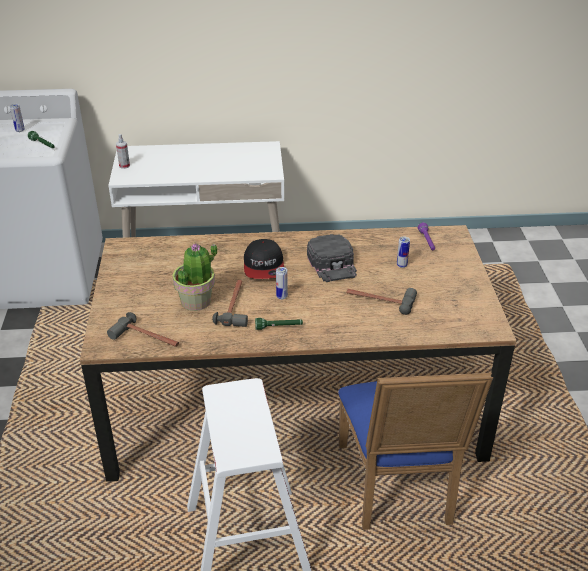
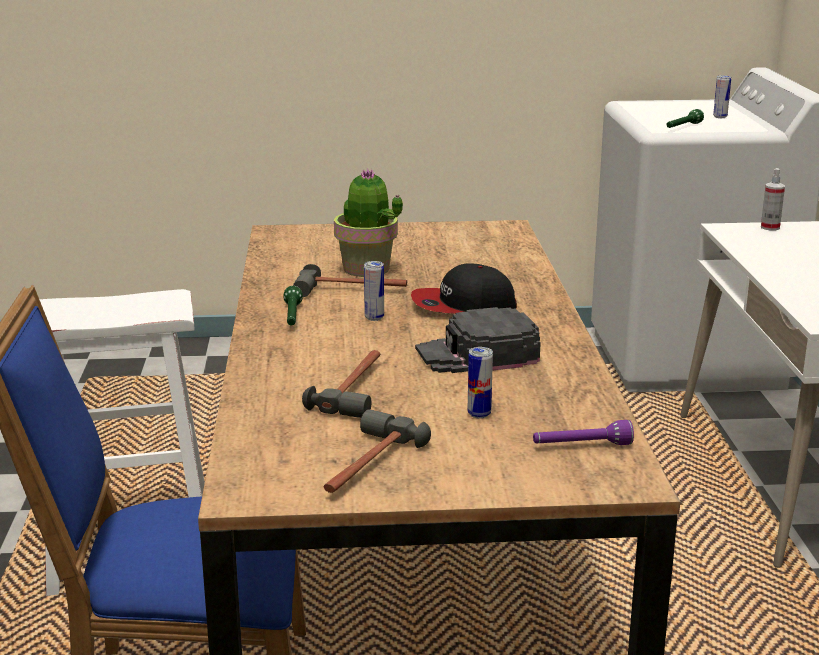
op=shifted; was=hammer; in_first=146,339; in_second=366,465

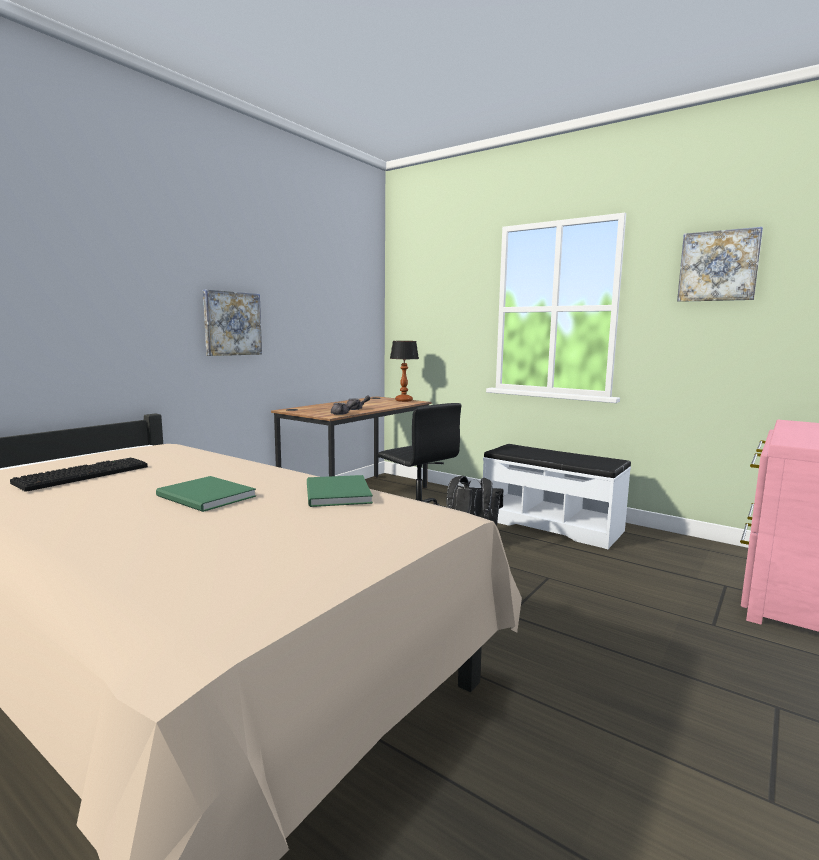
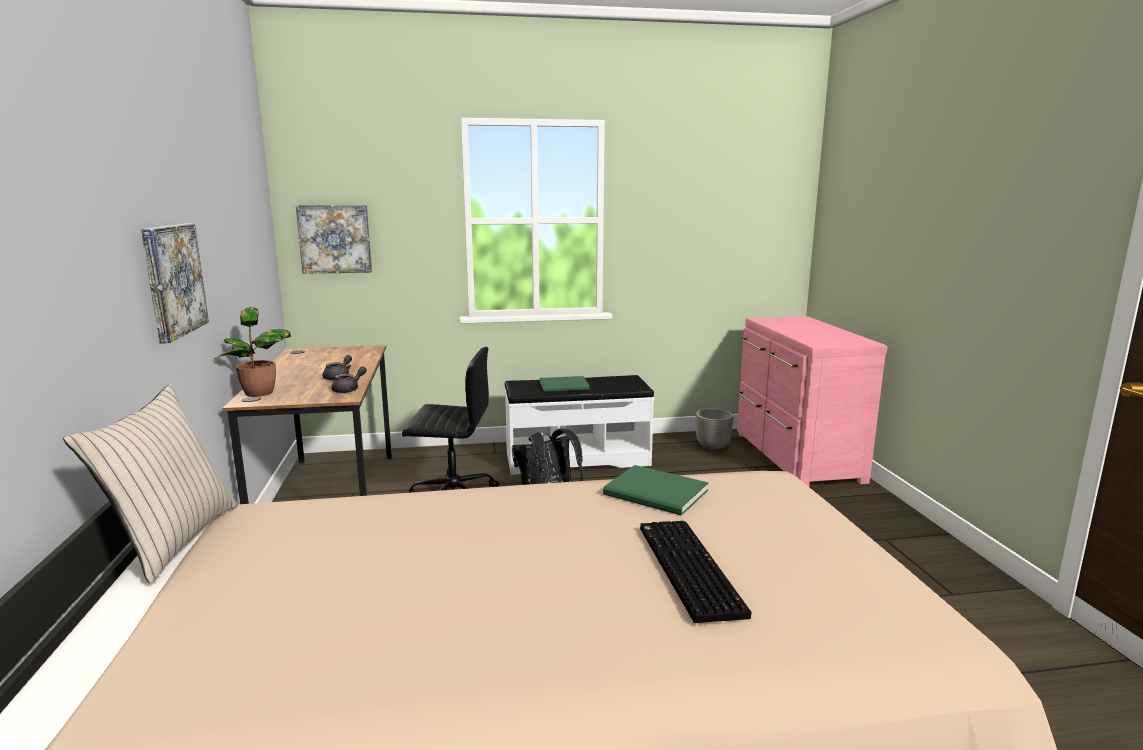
op=new; now=pillow/beige; in_second=173,541
op=new; now=potted plant; in_second=259,393
op=shifted; was=picture; in_first=718,266; in_second=335,239
op=shifted; was=book/green; in_first=206,497; in_second=565,386
op=shifted; was=keyboard; in_first=84,475; in_second=685,569
op=new; now=planter; in_second=712,447
op=gone; was=table lamp; in_first=404,400

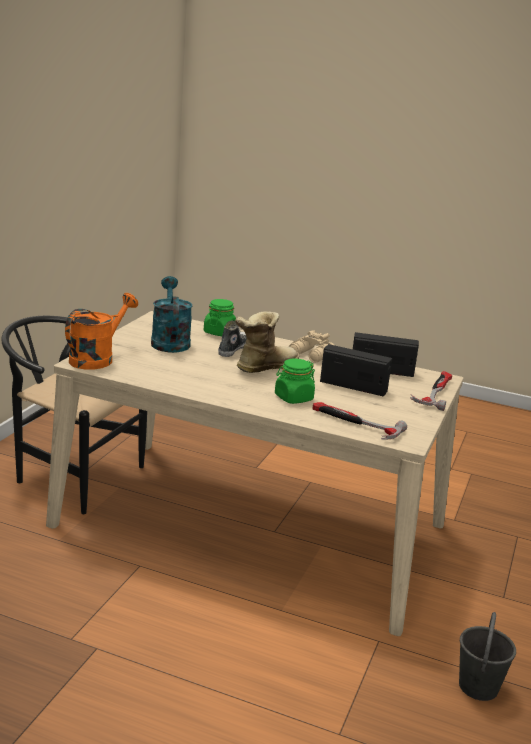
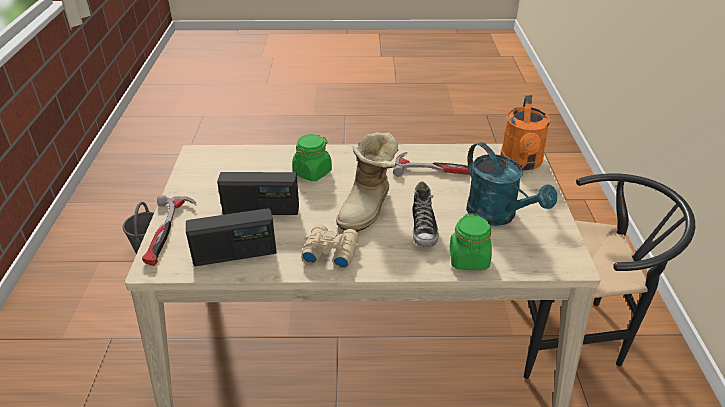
op=shifted; was=hammer; in_first=354,424; in_second=439,170

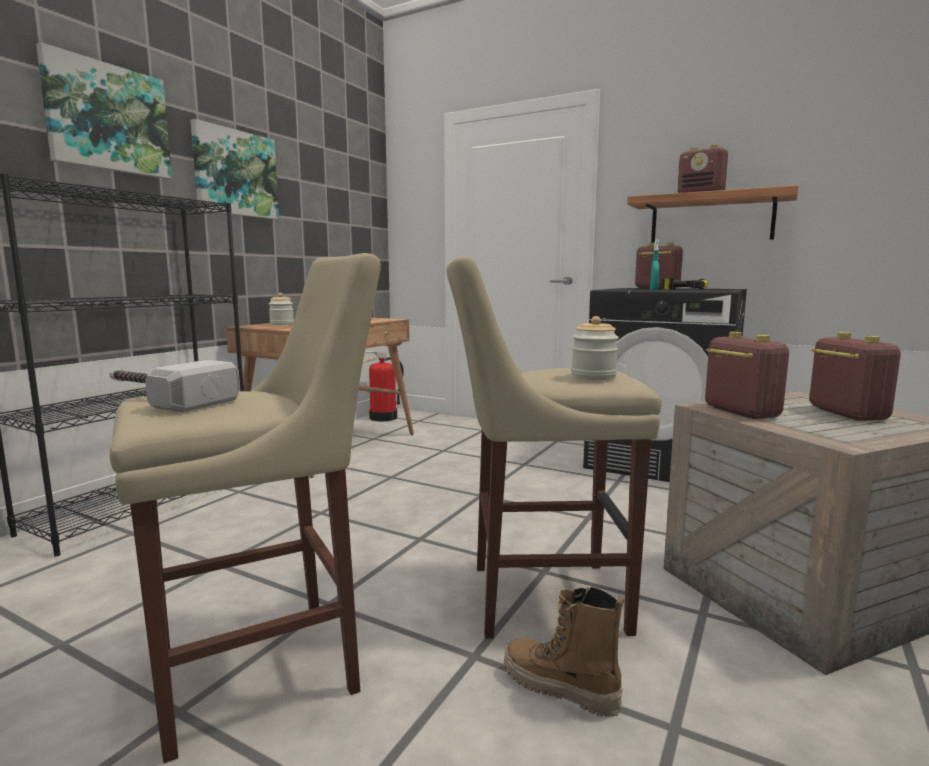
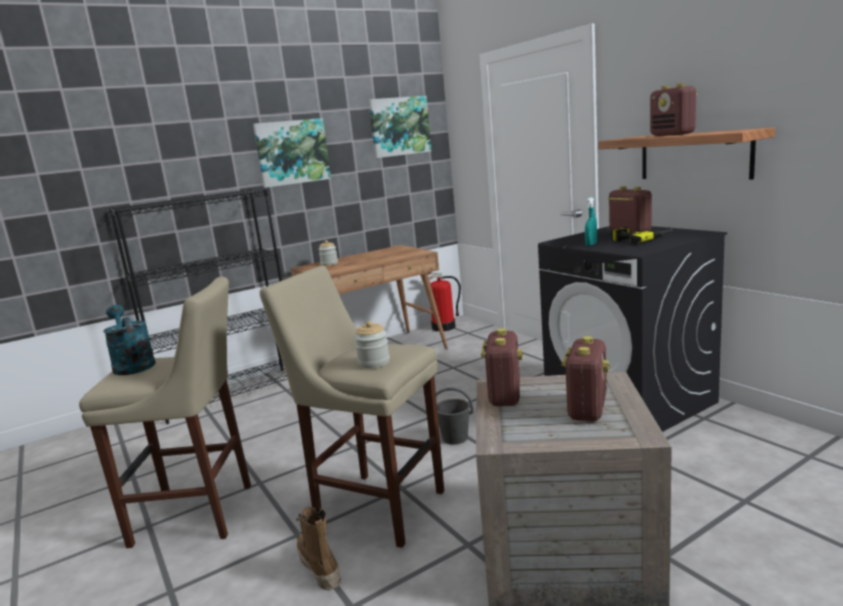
op=swapped; was=hammer; now=watering can/turquoise; in_first=161,399; in_second=132,365
op=shifted; was=picture; in_first=107,118; in_second=399,126
op=new; now=bucket/grey; in_second=454,438

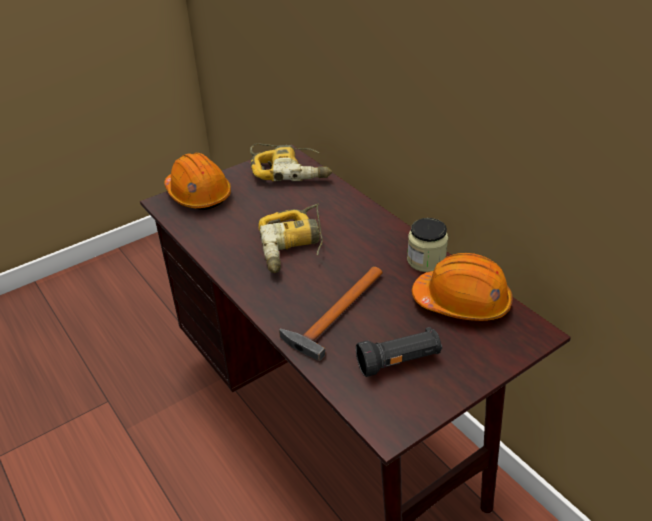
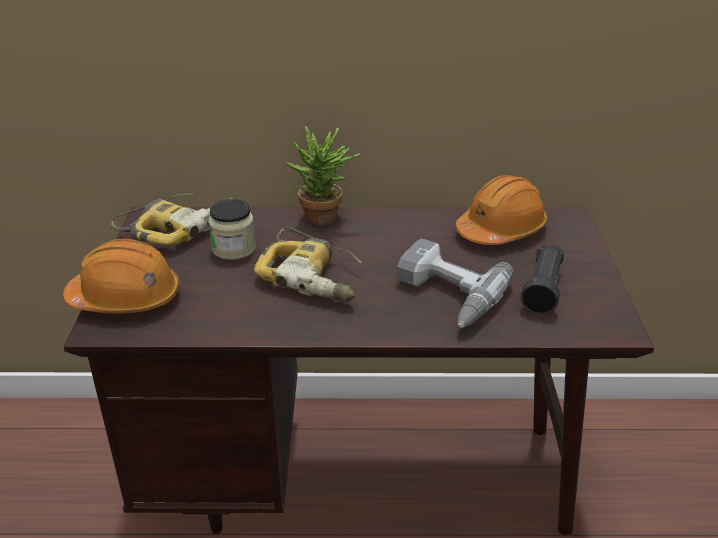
op=shifted; was=jar; in_first=426,260; in_second=234,249
op=new; now=potted plant; in_second=324,220
op=swapped; was=hammer; now=power drill; in_first=334,314; in_second=445,296

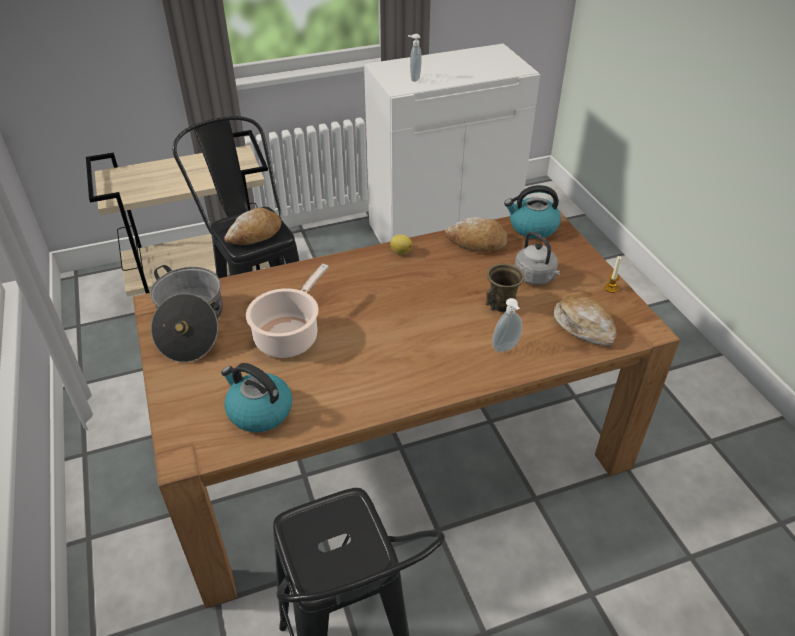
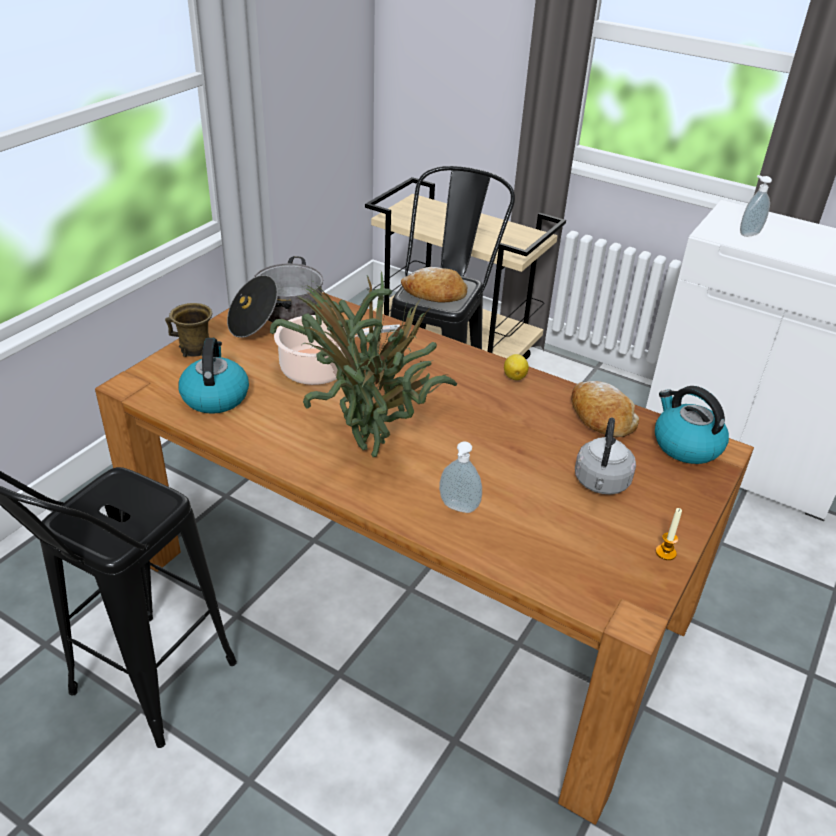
op=shifted; was=mug/brown; in_first=502,304; in_second=195,349
op=new; now=potted plant; in_second=369,442
op=gone; was=bread; in_first=583,326

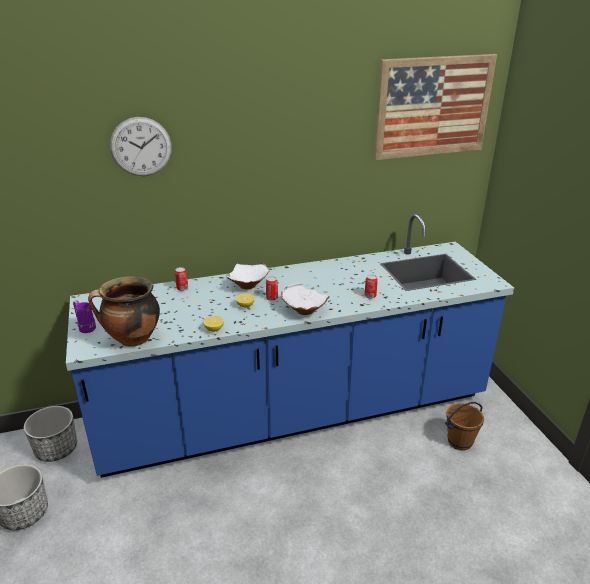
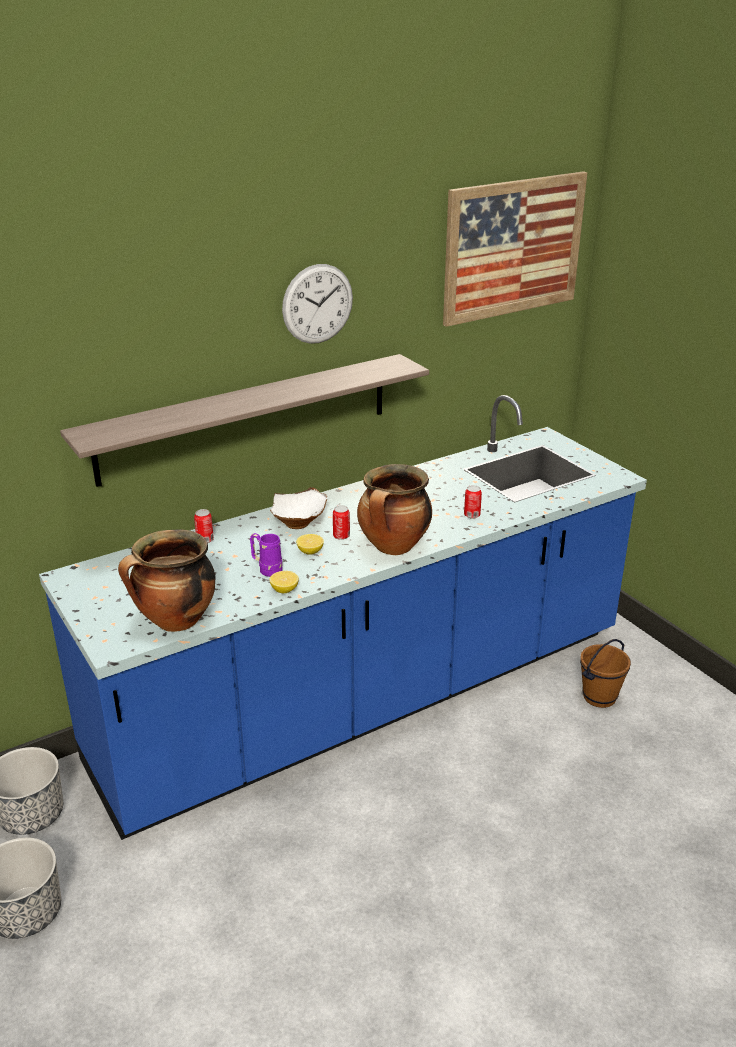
op=new; now=shelf; in_second=246,418
op=shifted; was=mug/purple; in_first=85,327; in_second=267,569
op=shifted; was=wall clock; in_first=141,147; in_second=317,304
op=swapped; was=bowl/white; now=cooking pot; in_first=303,311; in_second=394,548

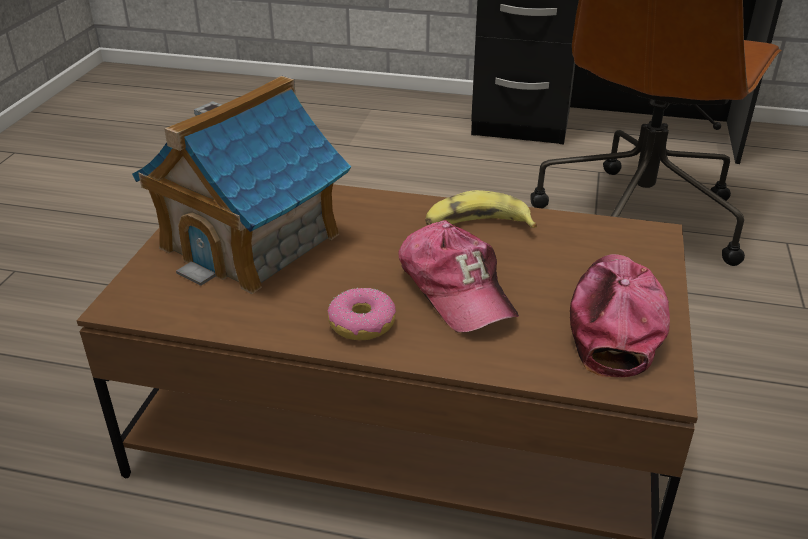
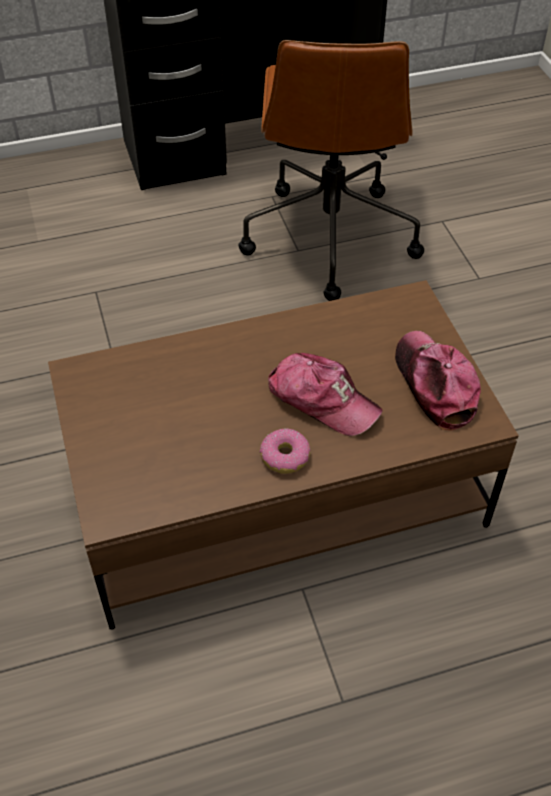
op=gone; was=toy house; in_first=251,241
op=gone; was=banana; in_first=477,225

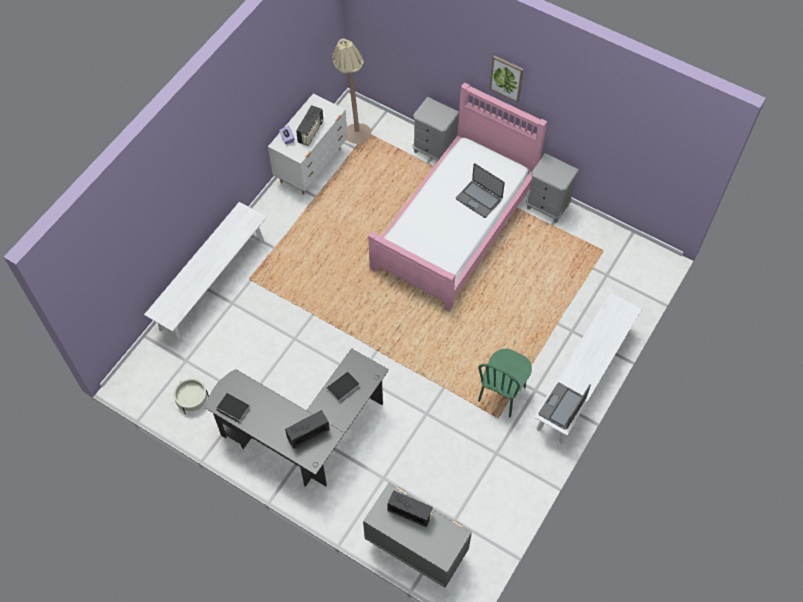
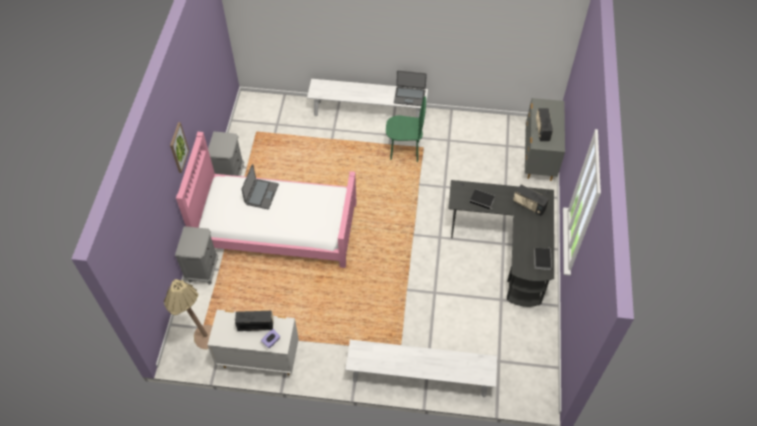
op=gone; was=planter/beige; in_first=192,399

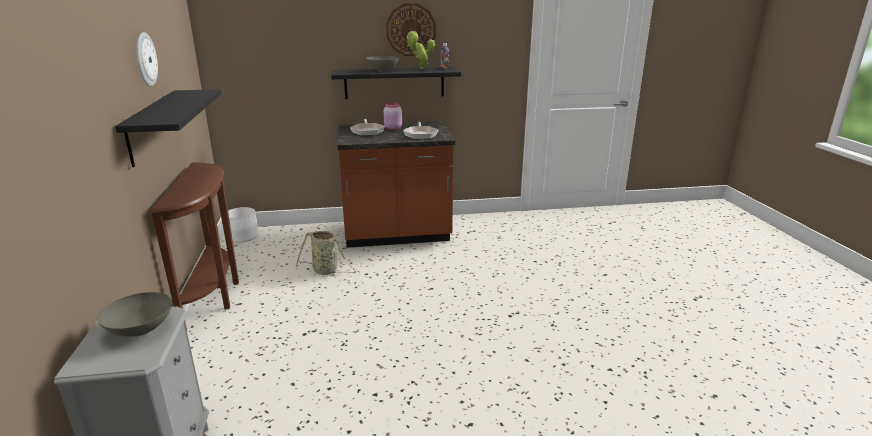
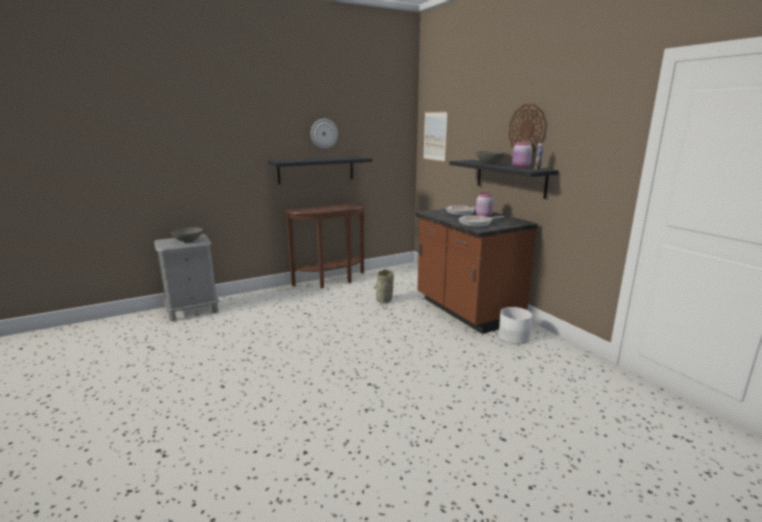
op=new; now=picture; in_second=435,136
op=shifted; was=planter/white; in_first=243,236; in_second=514,337
op=swapped; was=potted plant; now=jar/pink; in_first=420,69; in_second=520,167

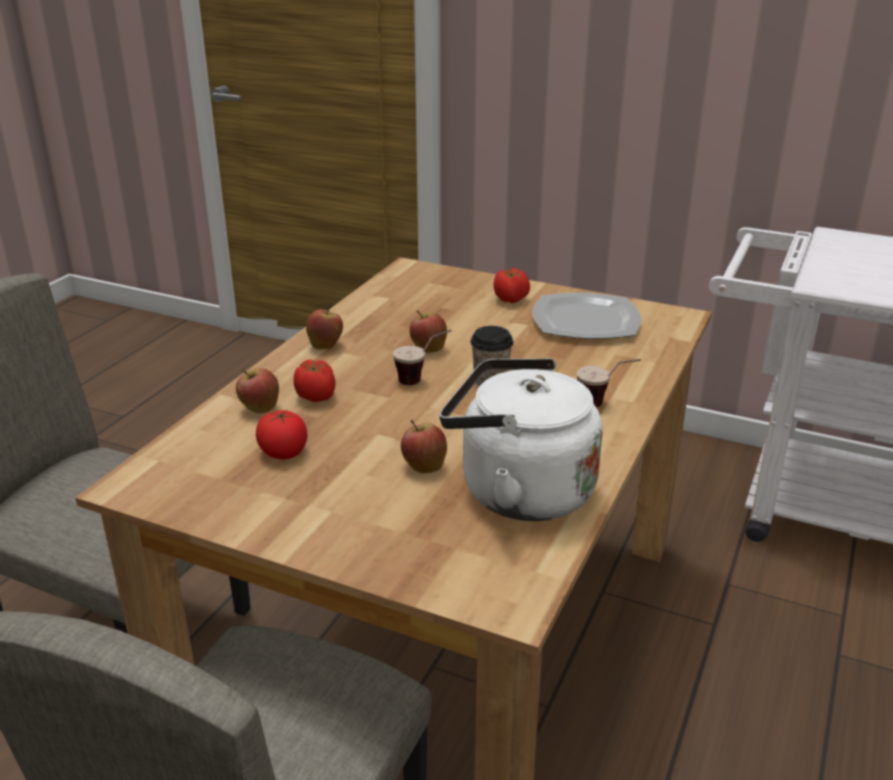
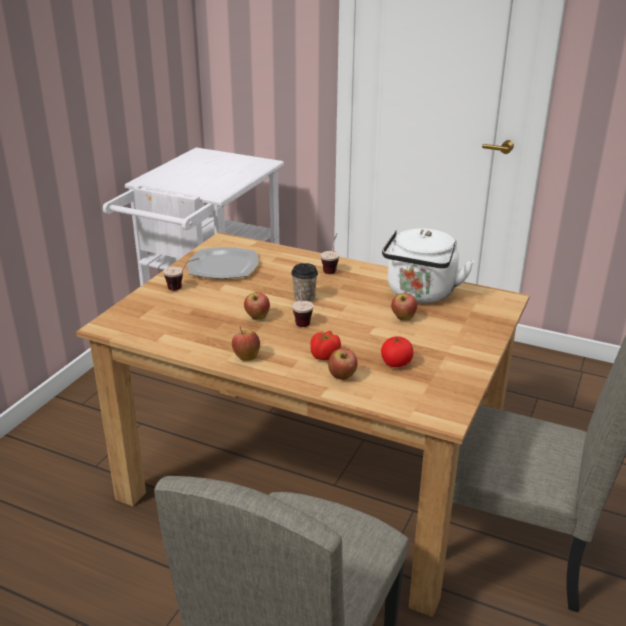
op=swapped; was=tomato; now=cup; in_first=511,299; in_second=182,288

